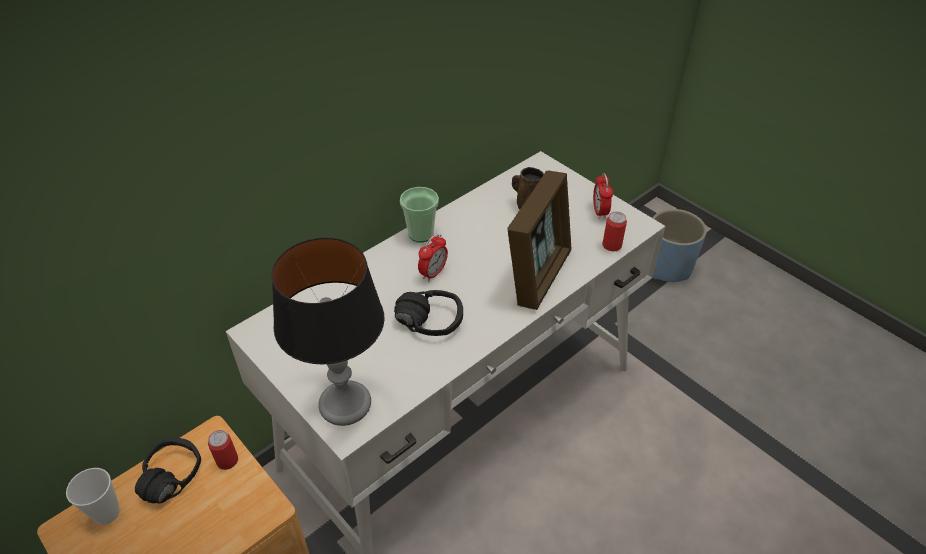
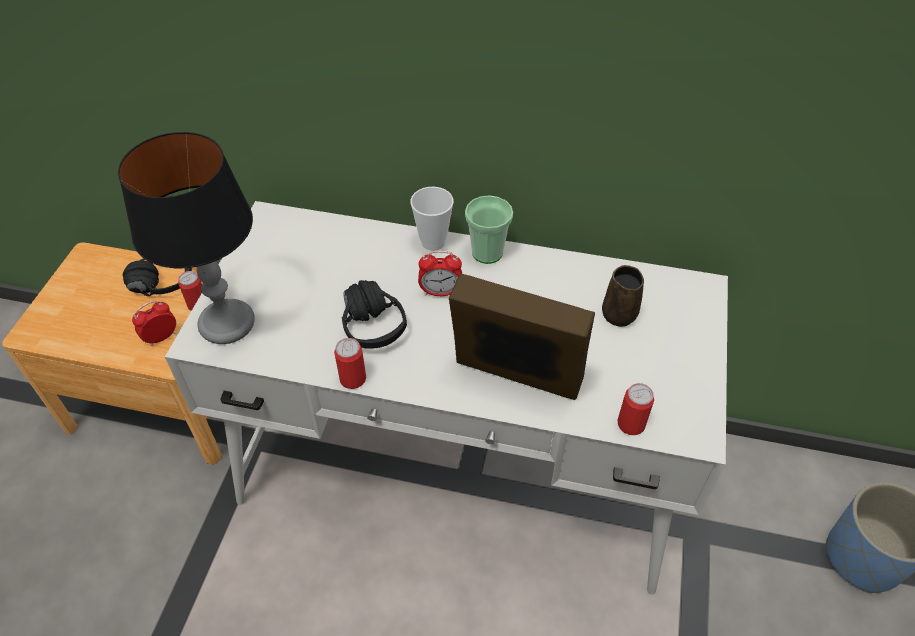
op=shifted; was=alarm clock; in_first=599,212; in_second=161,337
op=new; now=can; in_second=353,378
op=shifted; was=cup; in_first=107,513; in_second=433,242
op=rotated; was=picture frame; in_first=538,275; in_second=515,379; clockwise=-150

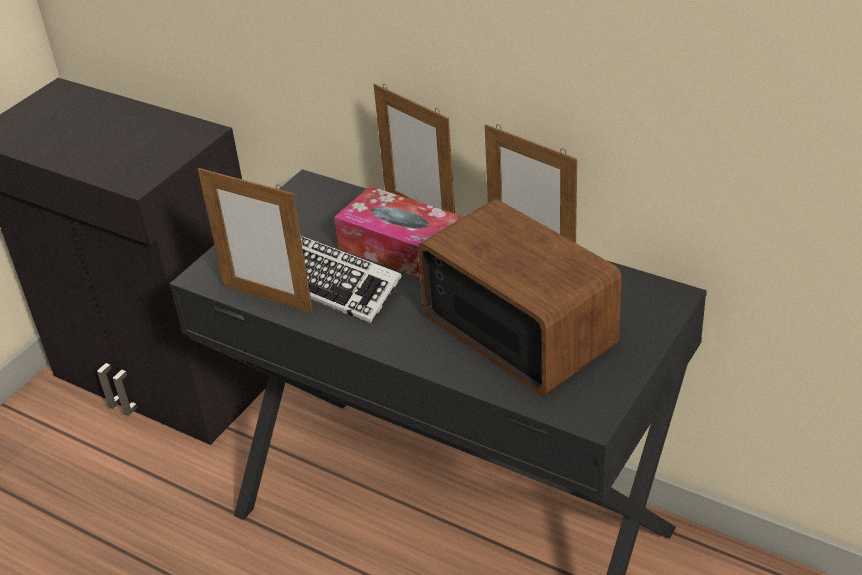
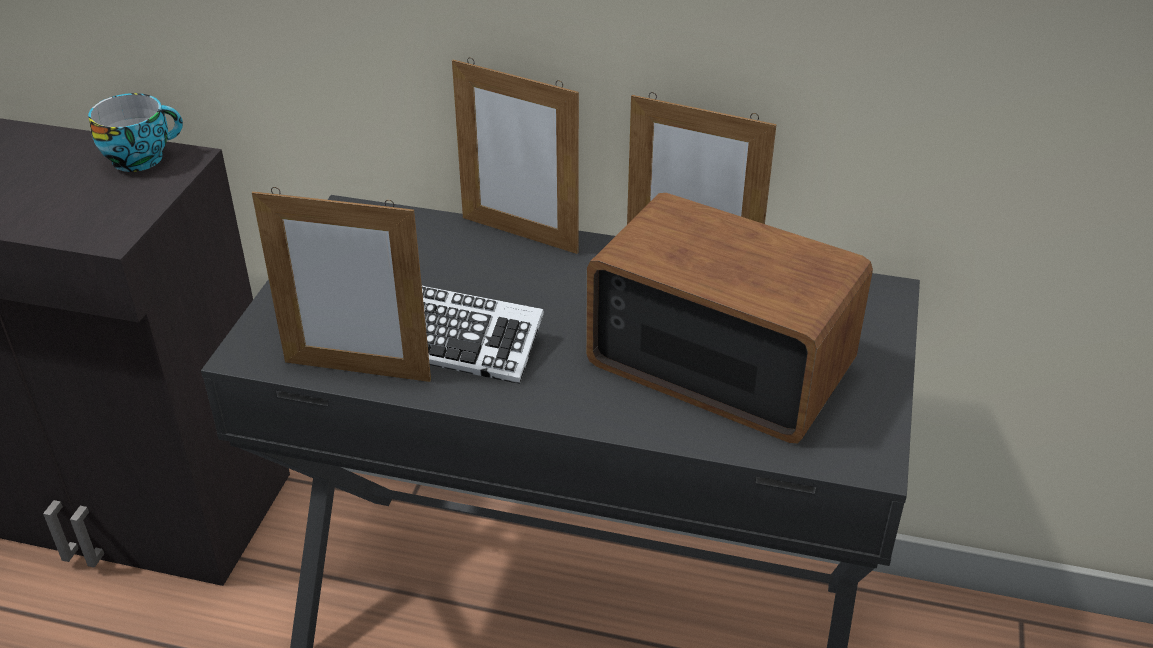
op=new; now=cup; in_second=141,157
op=gone; was=tissue box; in_first=403,249

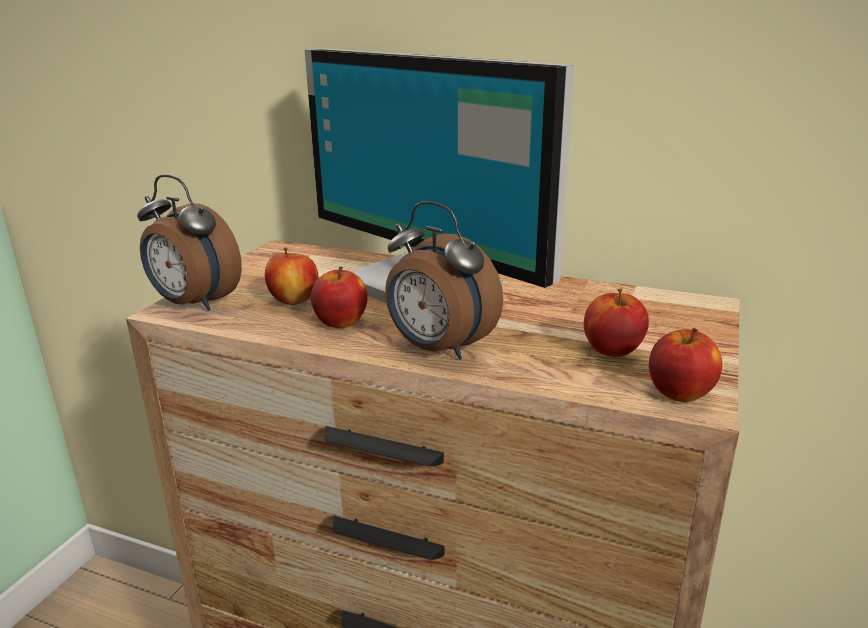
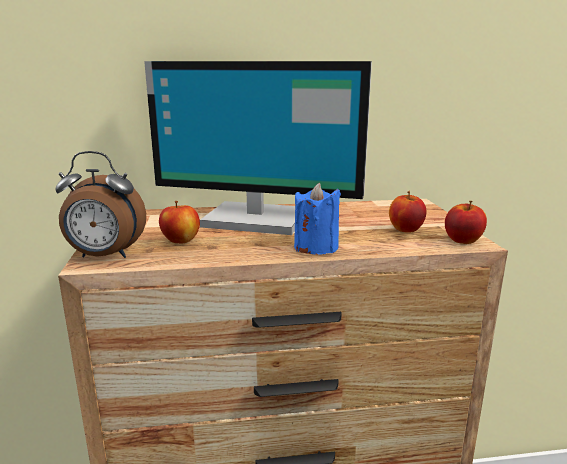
op=swapped; was=alarm clock; now=candle/blue; in_first=438,349; in_second=316,247
op=gone; was=apple; in_first=341,323

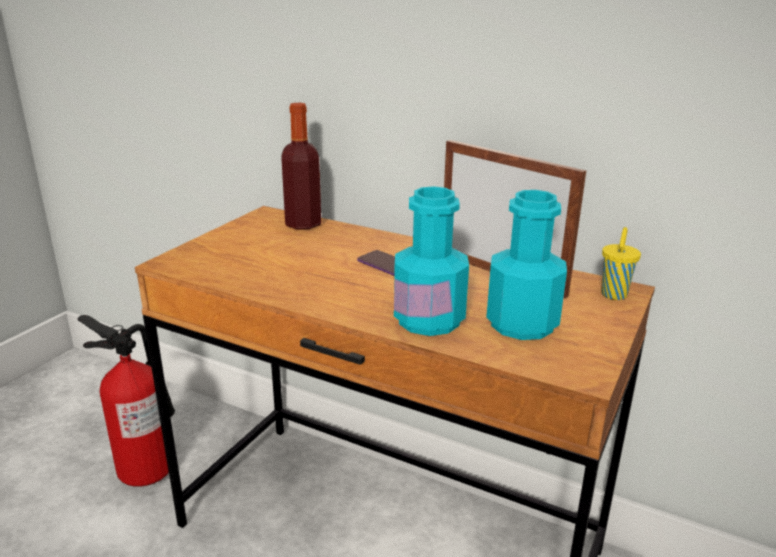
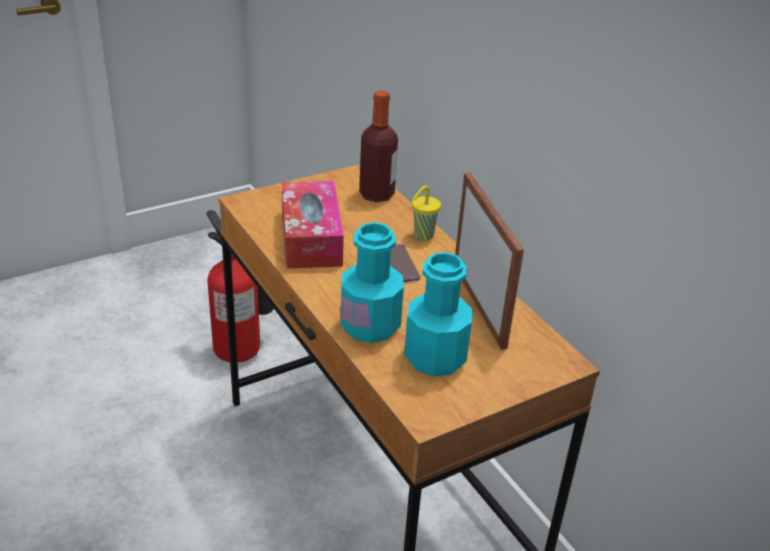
op=new; now=tissue box; in_second=311,237
op=shifted; was=cup/yellow; in_first=613,295; in_second=422,236

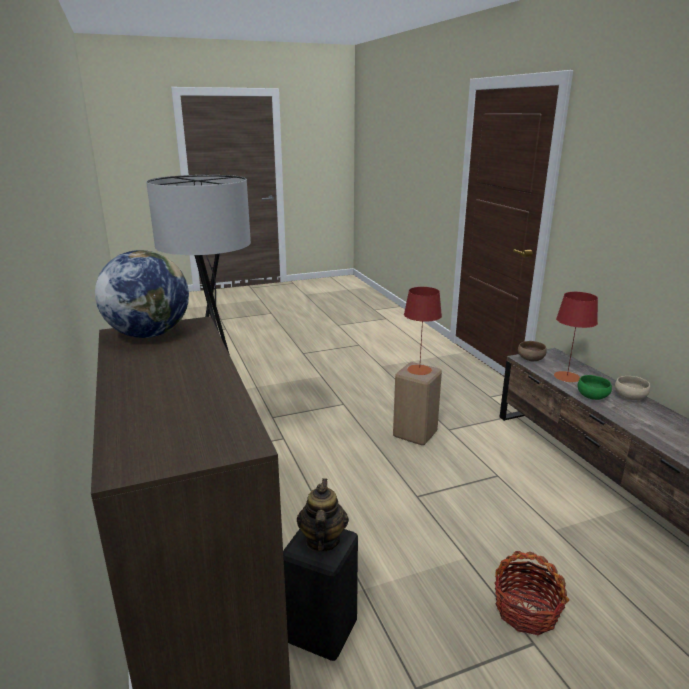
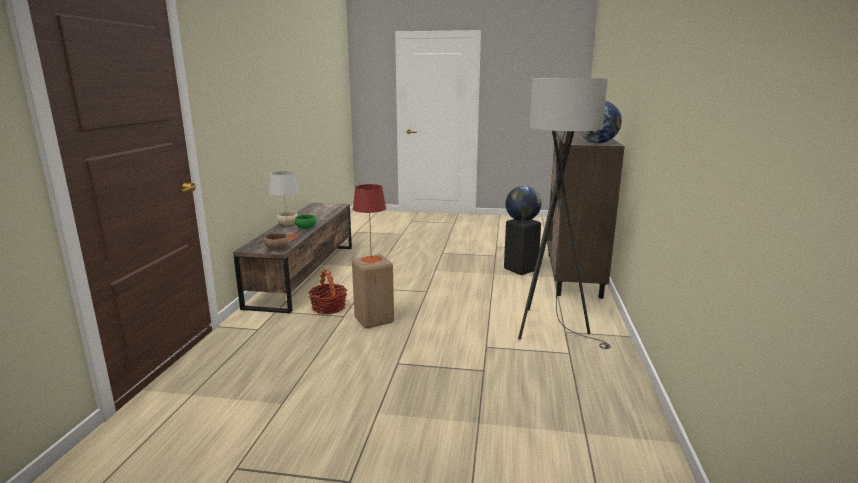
op=repainted; was=table lamp/red; now=table lamp/grey; in_first=567,377; in_second=288,237
op=shifted; was=basket; in_first=526,610; in_second=328,307
op=swapped; was=teapot; now=globe; in_first=322,540; in_second=522,220

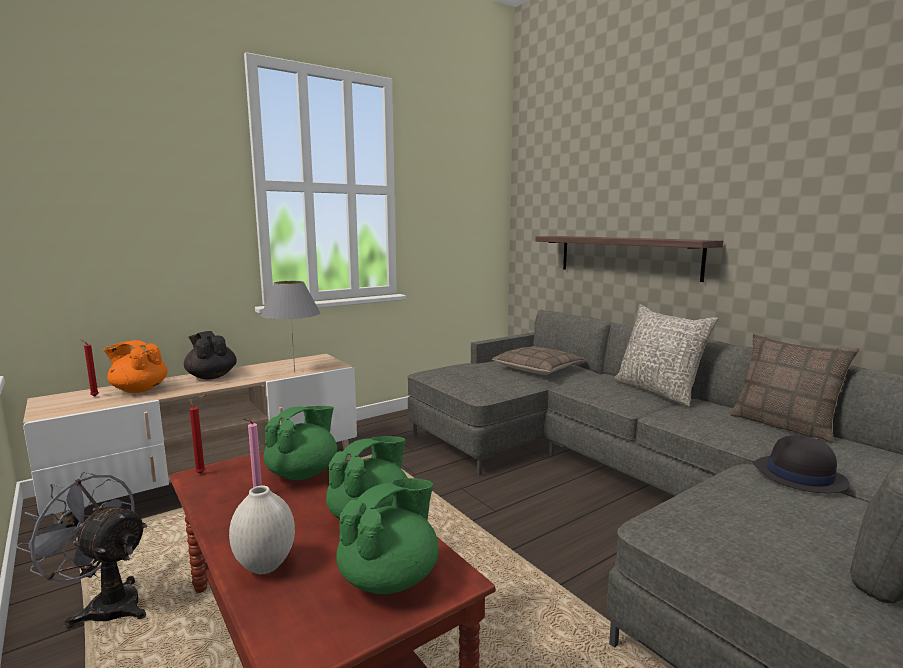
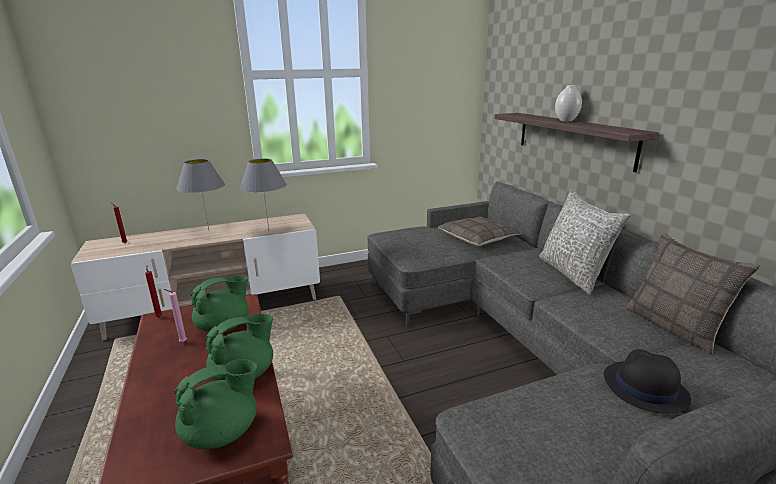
op=swapped; was=teapot/black; now=table lamp/grey; in_first=211,376; in_second=209,231
op=shifted; was=vase/white; in_first=266,565; in_second=566,120
op=gone; was=fan/grey; in_first=105,605
op=gone; was=teapot/orange; in_first=139,390

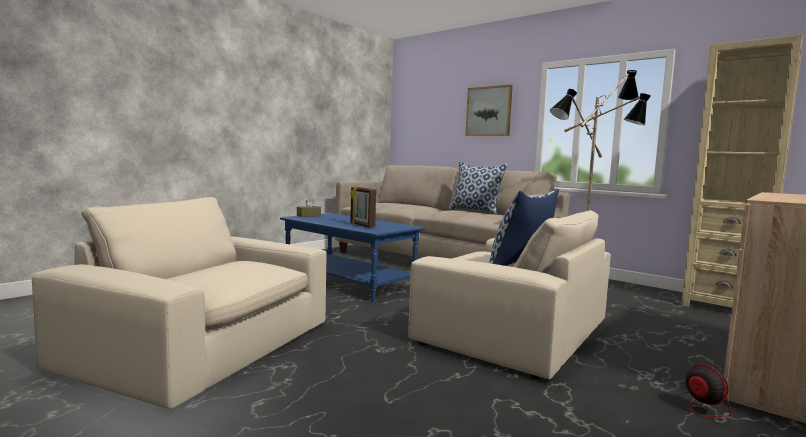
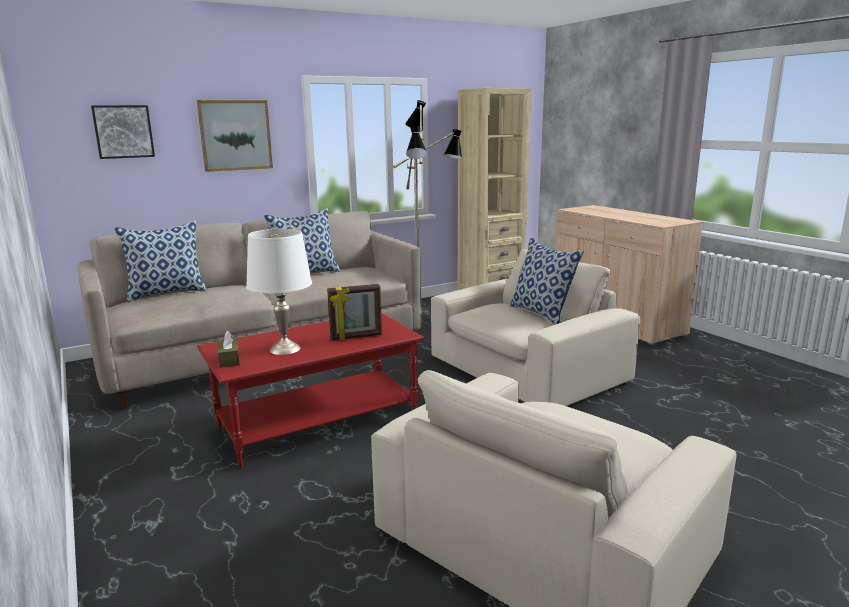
op=new; now=picture; in_second=123,131
op=new; now=pillow; in_second=167,293
op=repainted; was=coffee table/blue; now=coffee table/red; in_first=349,282; in_second=318,422
op=new; now=table lamp/white; in_second=284,349
op=gone; was=fan; in_first=679,406

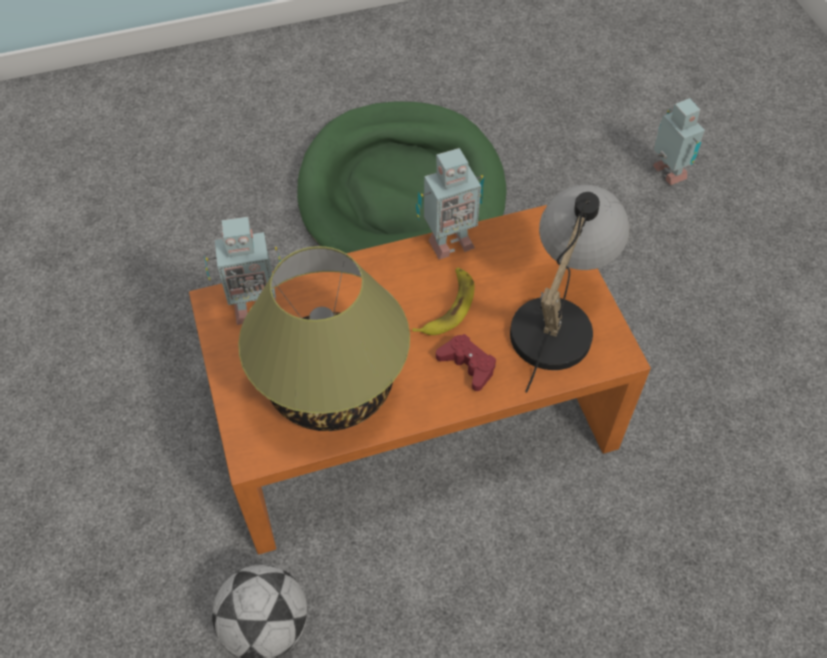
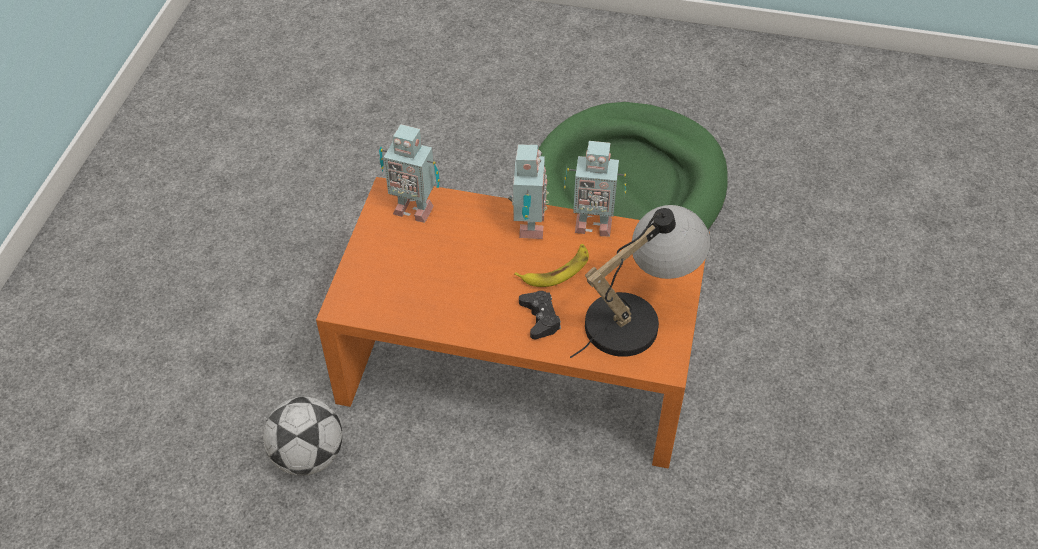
op=shifted; was=toy robot; in_first=667,174; in_second=528,227
op=repainted; was=game controller/red; now=game controller/black; in_first=467,365; in_second=540,318
op=gone; was=table lamp; in_first=330,387

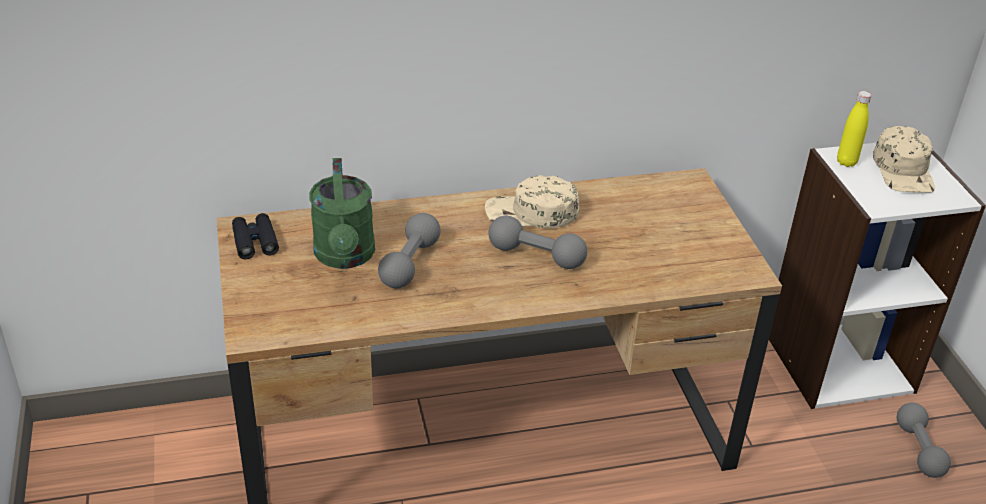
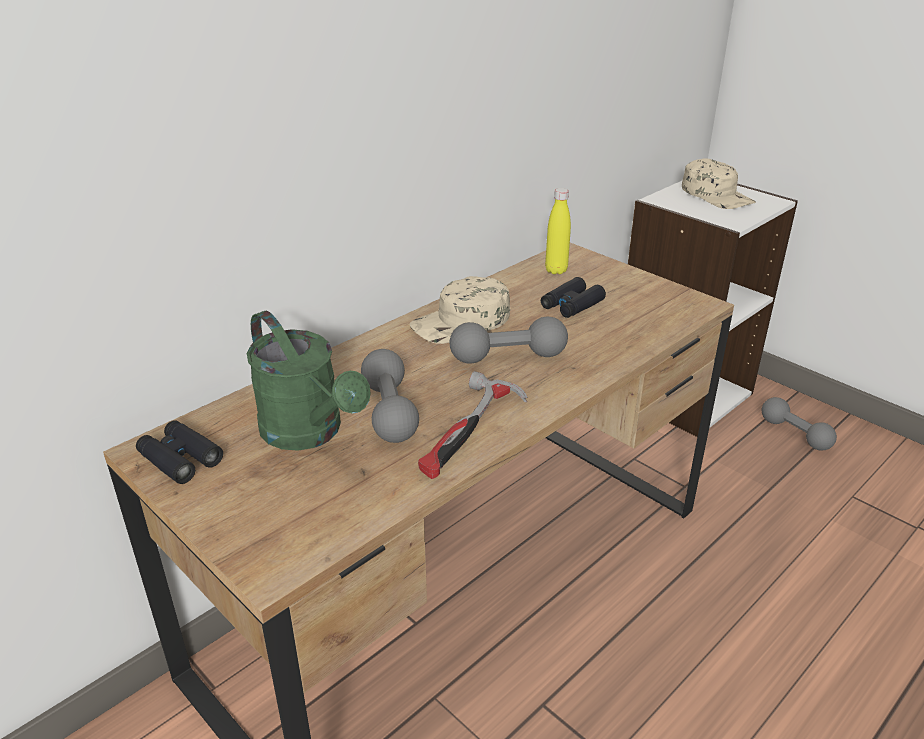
op=new; now=hammer; in_second=470,432
op=new; now=binoculars/black; in_second=571,305
op=shifted; was=bottle/yellow; in_first=846,162; in_second=556,270

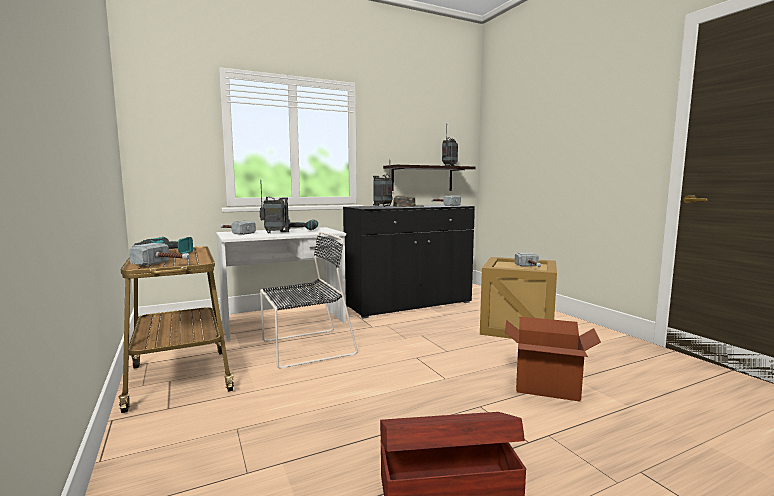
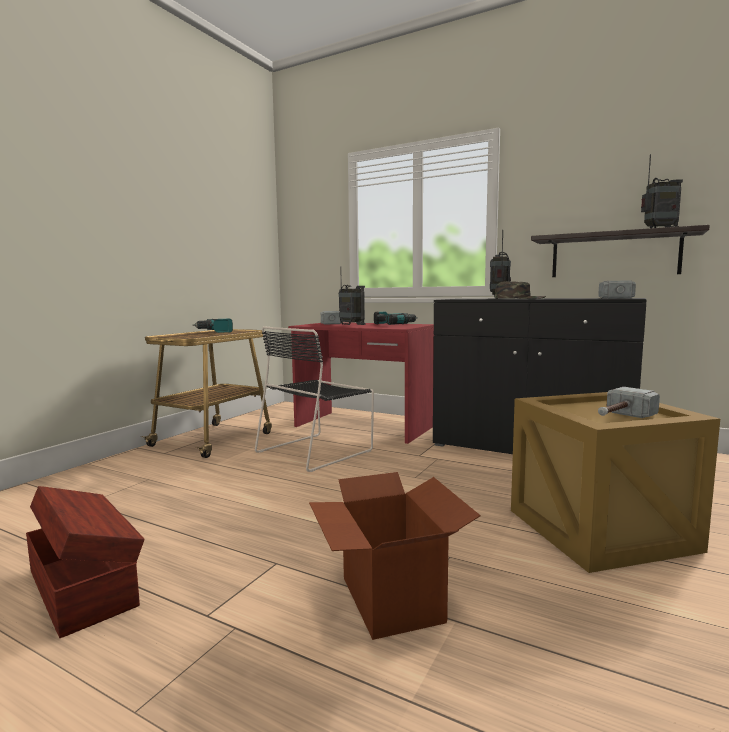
op=rotated; was=chair/black; in_first=304,348; in_second=317,450; clockwise=105
op=repainted; was=desk/white; now=desk/red; in_first=284,322; in_second=363,427
op=gone; was=hammer; in_first=164,264

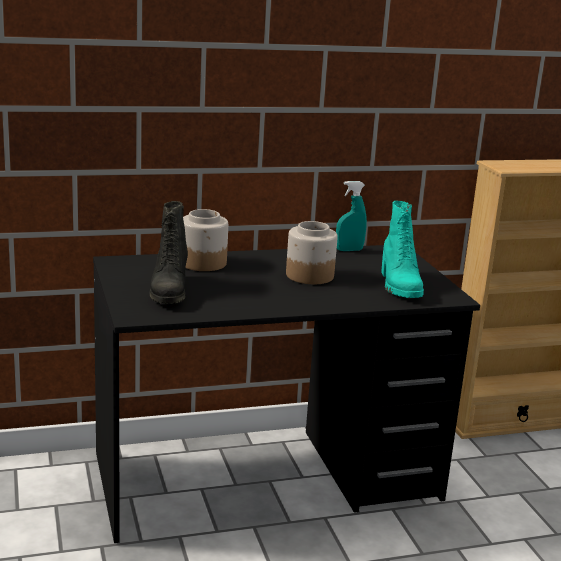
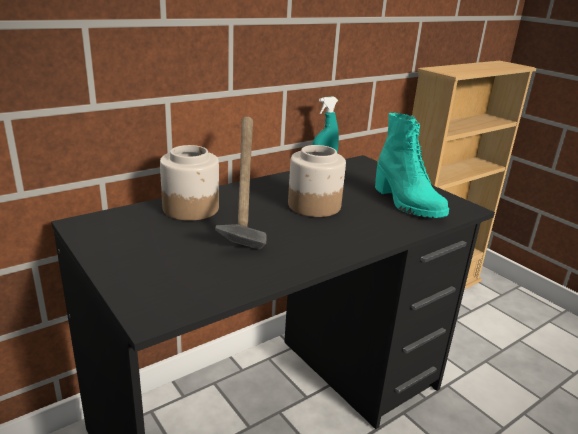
op=new; now=hammer; in_second=242,223
op=gone; was=boot/black; in_first=168,291

